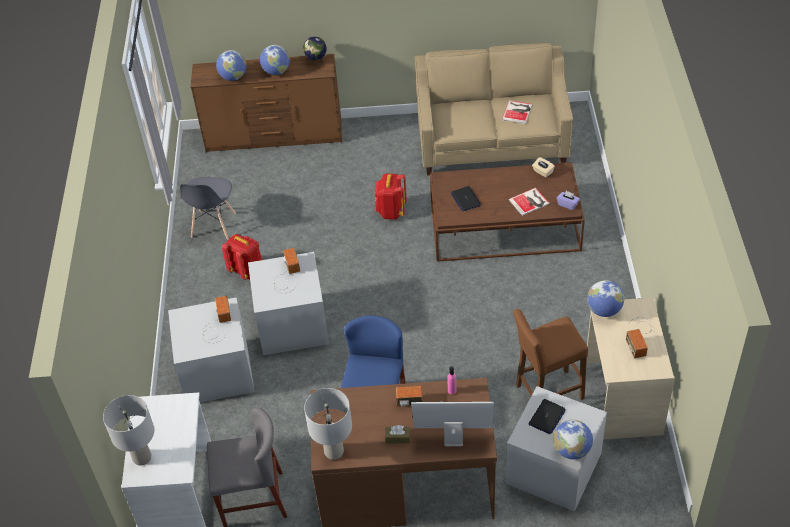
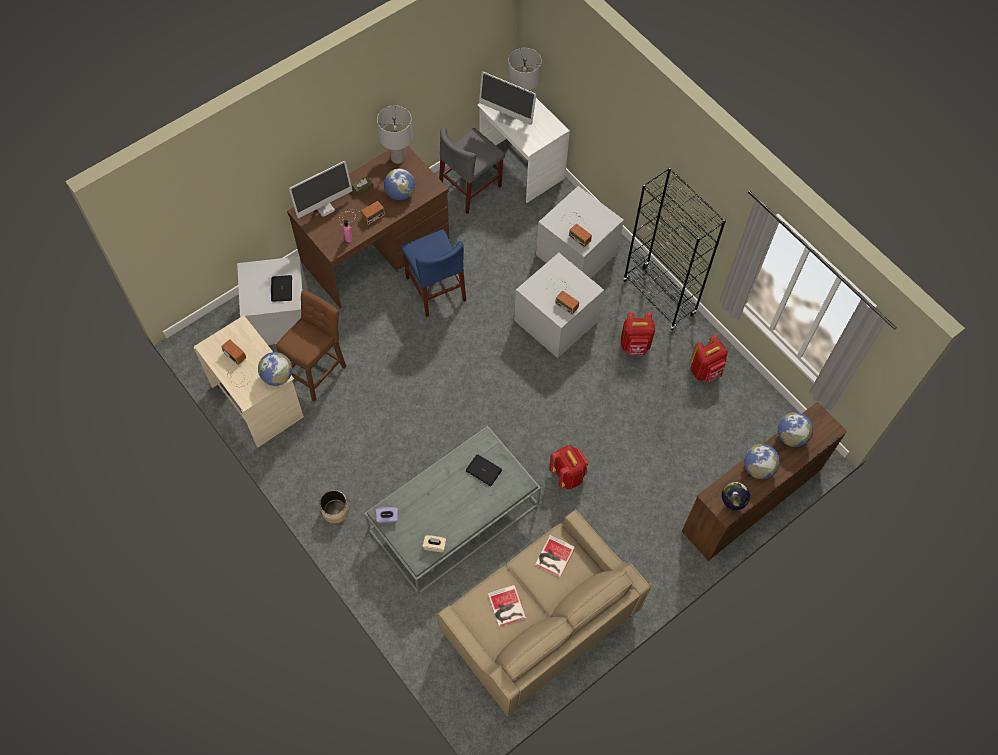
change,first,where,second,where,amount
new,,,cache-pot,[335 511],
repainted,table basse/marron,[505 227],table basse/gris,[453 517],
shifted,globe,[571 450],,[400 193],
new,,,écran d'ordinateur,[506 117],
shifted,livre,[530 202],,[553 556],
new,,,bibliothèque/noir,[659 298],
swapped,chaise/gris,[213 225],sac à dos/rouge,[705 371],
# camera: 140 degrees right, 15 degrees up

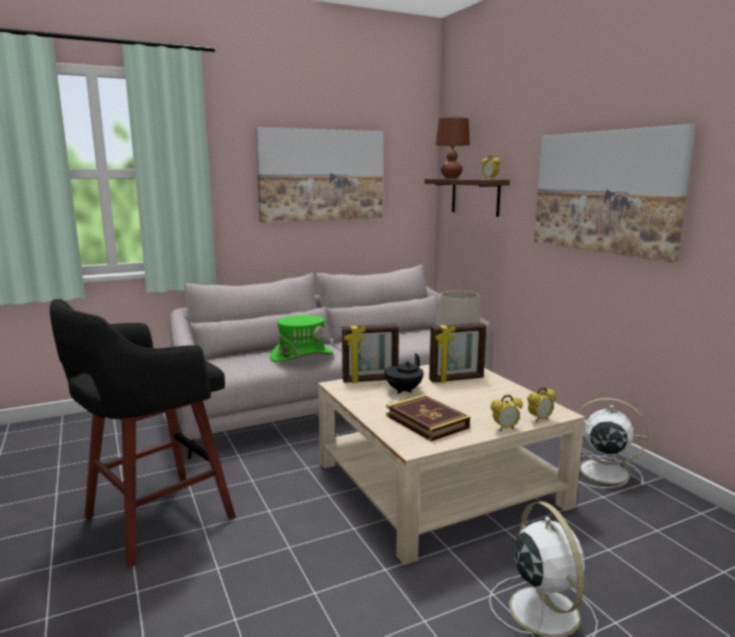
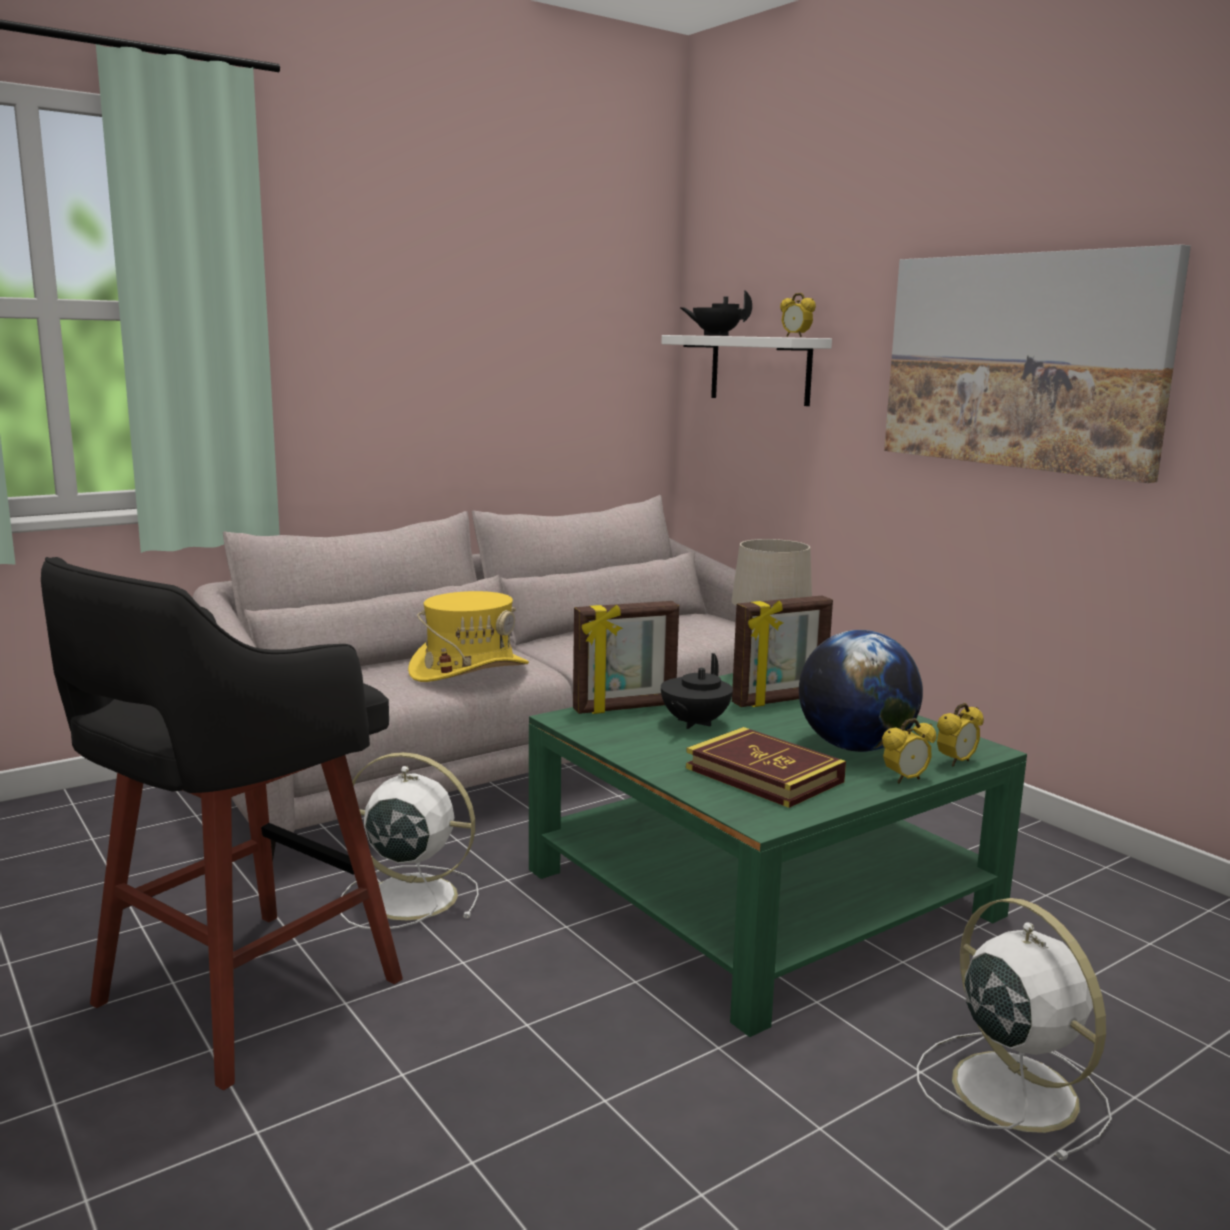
change,first,where,second,where,amount
shifted,ventilateur/blanc,[601 471],,[407 897],
repainted,chapeau/vert,[302 356],chapeau/jaune,[469 670],
repainted,table basse/beige,[438 483],table basse/vert,[760 892],
repainted,étagère/marron,[475 196],étagère/blanc,[760 369],
swapped,lampe de table/marron,[451 178],théière/noir,[715 335],
new,,,globe,[855 747],
gone,tableau,[321 175],,,
# camera: 10 degrees left, 0 degrees up

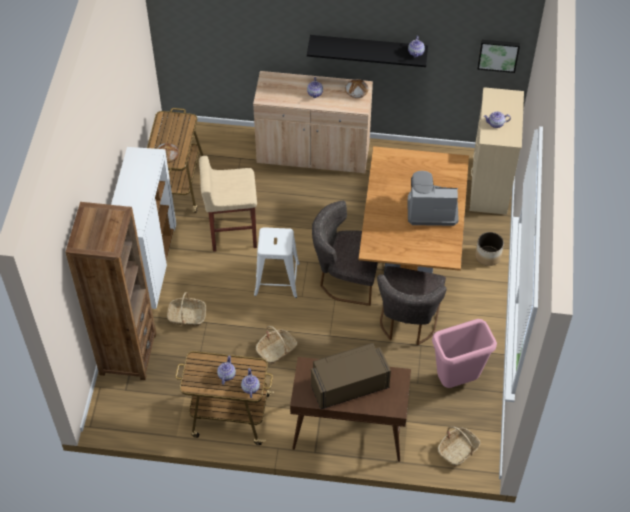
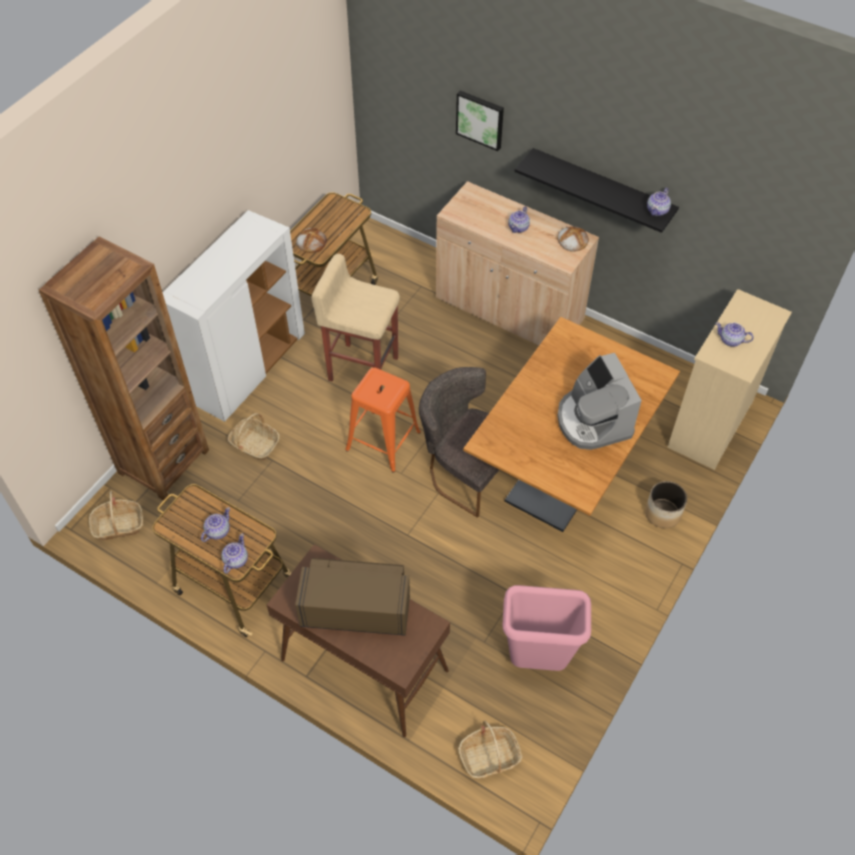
change,first,where,second,where,amount
shifted,panier,[276 350],,[119 525],
repainted,tabouret/blanc,[277 279],tabouret/orange,[383 440],
shifted,tableau,[498 54],,[480 119],
rotated,machine à café,[431 209],,[593 421],135 degrees counterclockwise
gone,chaise/gris,[408 322],,,
# camera: 25 degrees right, 0 degrees up

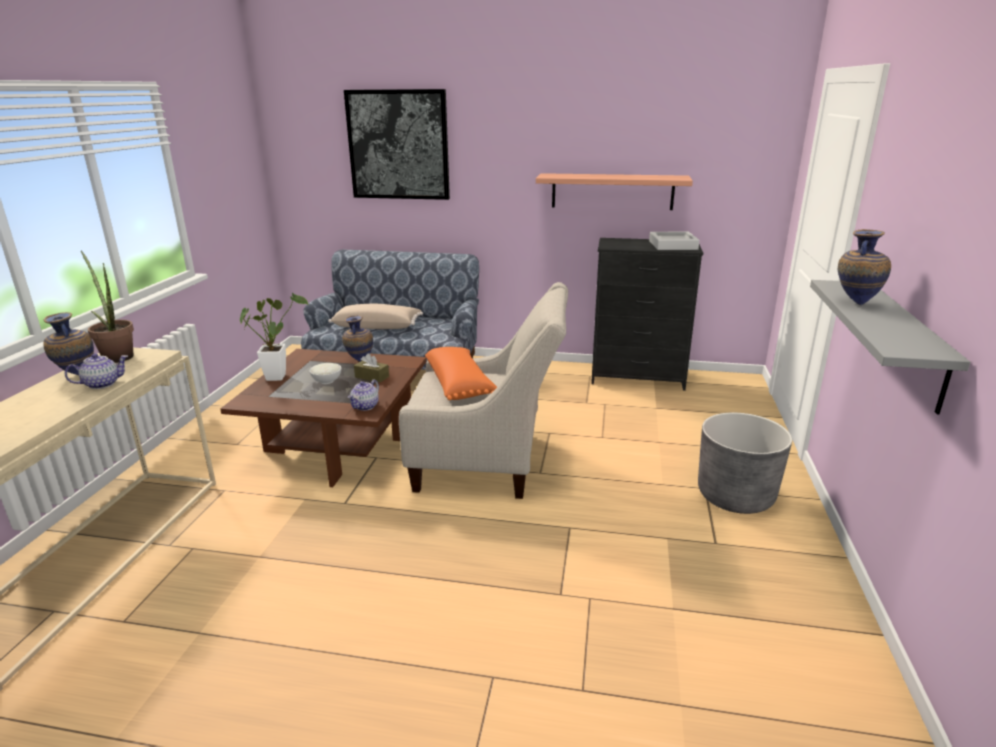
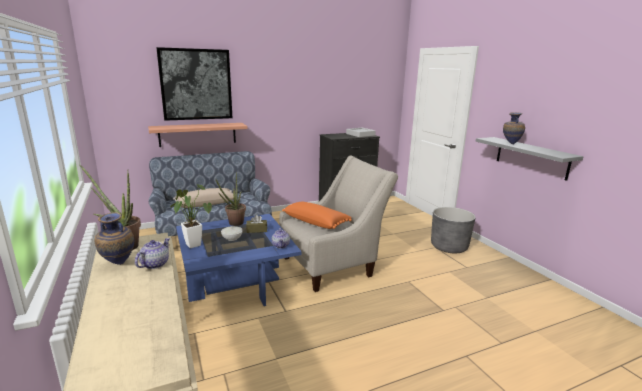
change,first,where,second,where,amount
shifted,étagère,[612 191],,[198 134],
repainted,table basse/marron,[340 446],table basse/bleu,[237 282],
swapped,vase,[359 361],plante en pot,[234 224],
# camera: 35 degrees left, 5 degrees down

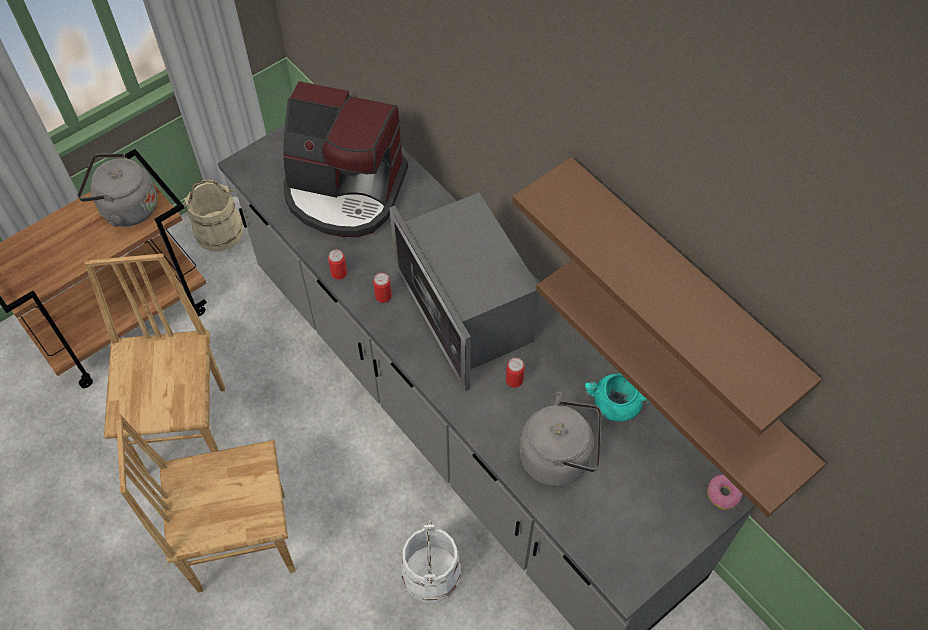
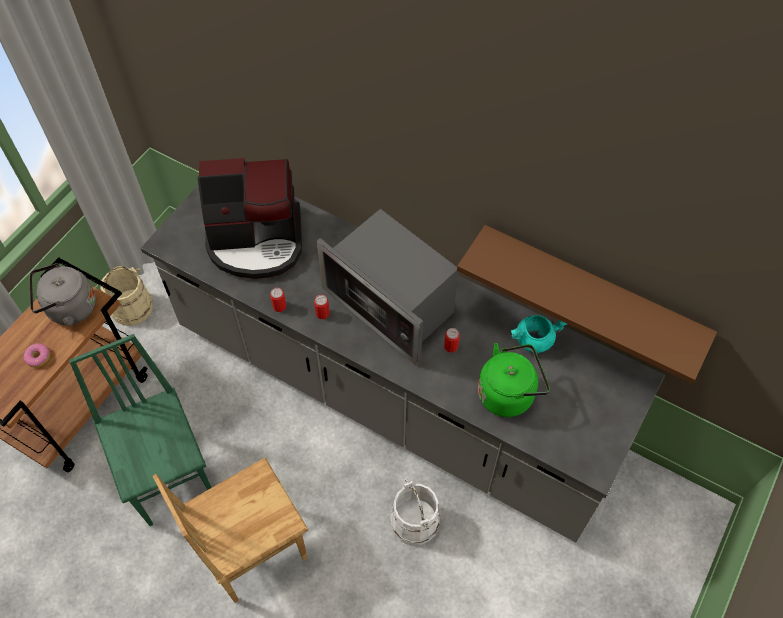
change,first,where,second,where,amount
shifted,beignet,[723 494],,[38 357],
repainted,chaise/marron,[187 429],chaise/vert,[171 476],
repainted,bouilloire/gris,[559 457],bouilloire/vert,[509 393],
gone,étagère/marron,[681 282],,,
# camera: 20 degrees left, 0 degrees up

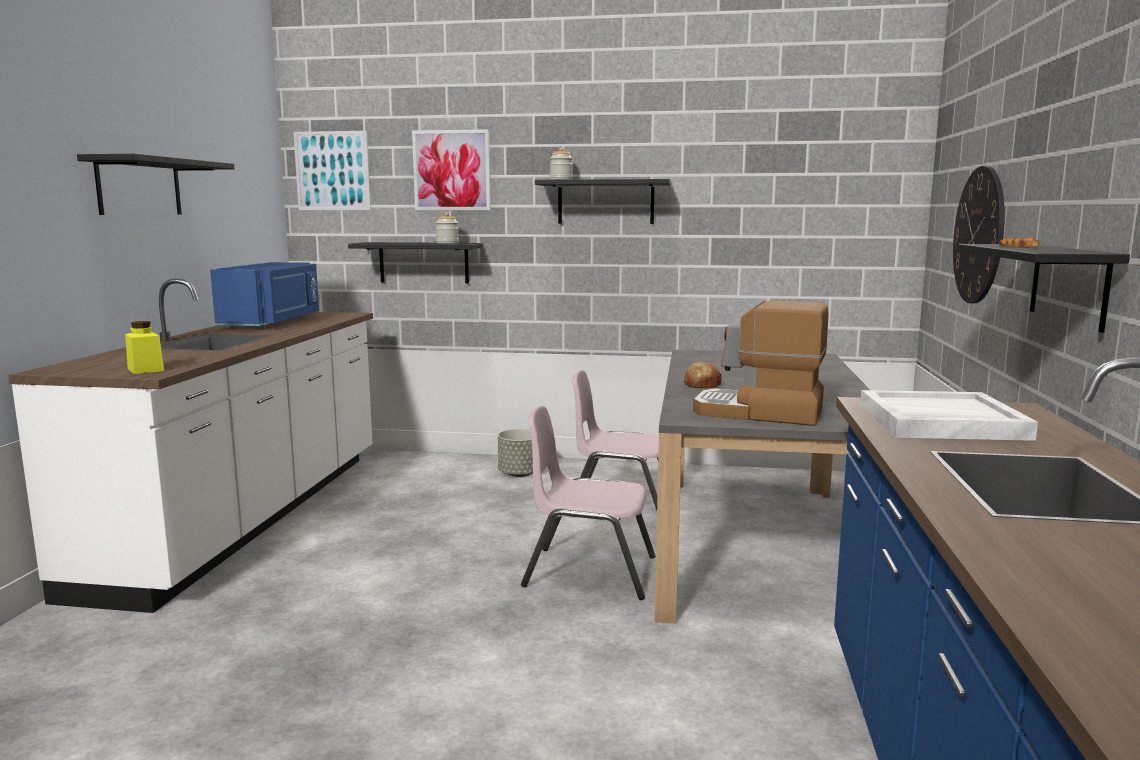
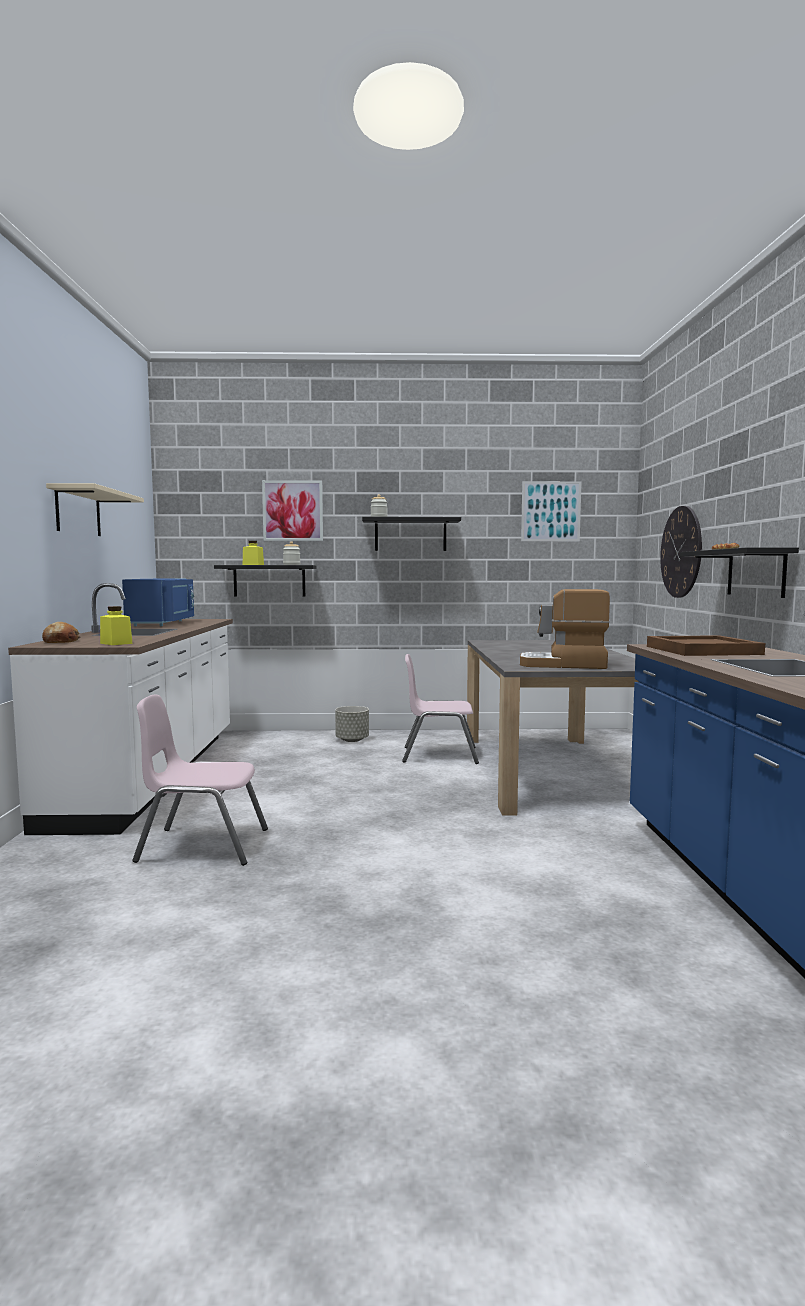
change,first,where,second,where,amount
shifted,pain,[701 385],,[61 641],
repainted,étagère/noir,[139 187],étagère/beige,[78 512],
shifted,chaise/rose,[589 572],,[203 845],
new,,,bocal/jaune,[253 564],
shifted,tableau,[332 171],,[551 511],
repainted,plateau/blanc,[939 422],plateau/marron,[702 650],
# camera: 10 degrees left, 5 degrees down

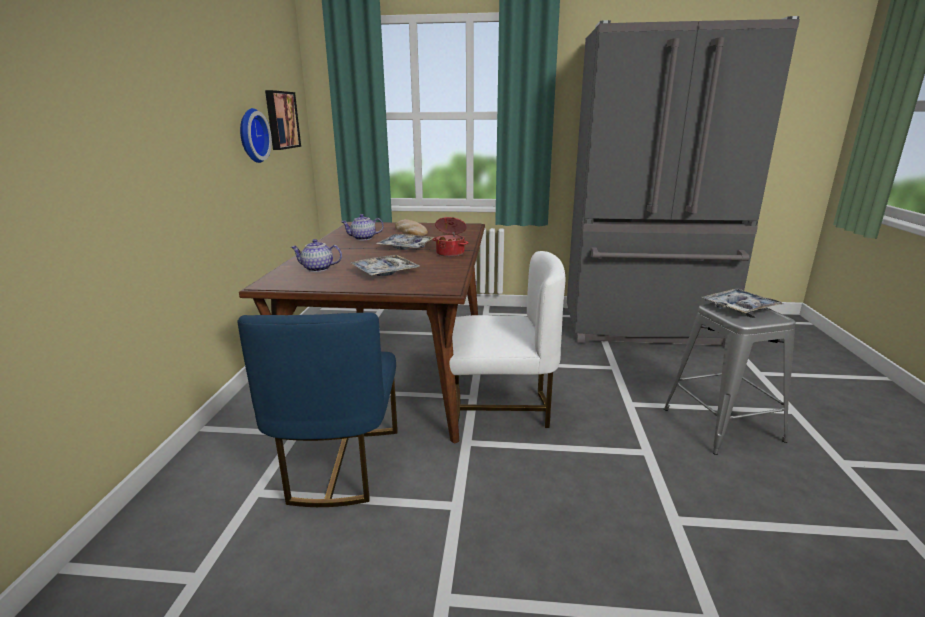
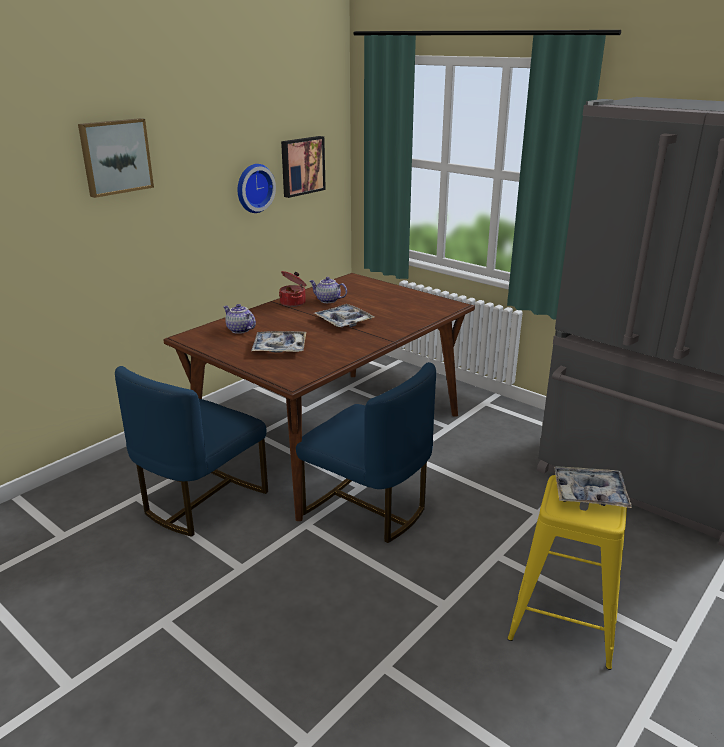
change,first,where,second,where,amount
new,,,tableau,[115 156],
shifted,marmite,[450 253],,[293 302],
repainted,chaise/blanc,[499 410],chaise/bleu,[367 508],
repainted,tabouret/gris,[721 424],tabouret/jaune,[564 619],
gone,pain,[410 231],,,
# camera: 35 degrees right, 5 degrees up

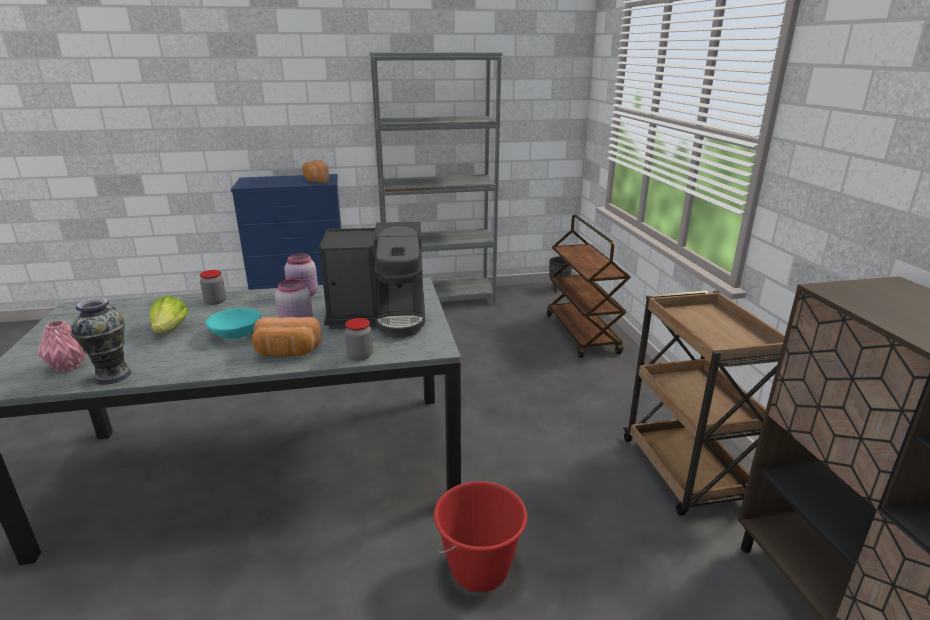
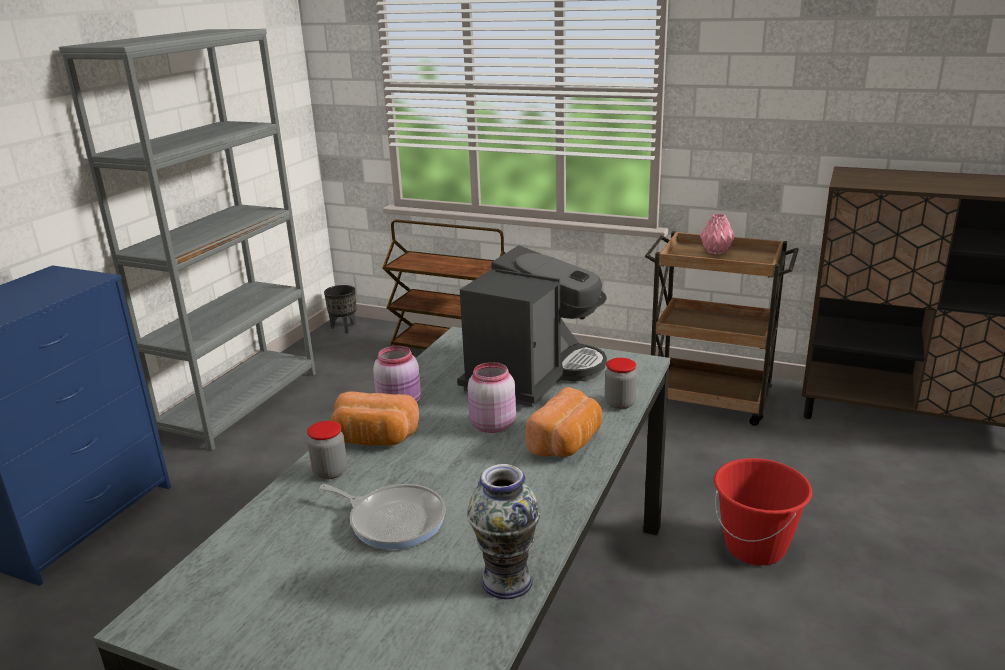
change,first,where,second,where,amount
swapped,laitue,[170 330],poêle,[393 520],
shifted,pain,[315 181],,[374 439],
shifted,vase/rose,[69 366],,[716 252],
gone,bol/turquoise,[236 334],,,
# camera: 55 degrees left, 0 degrees up

